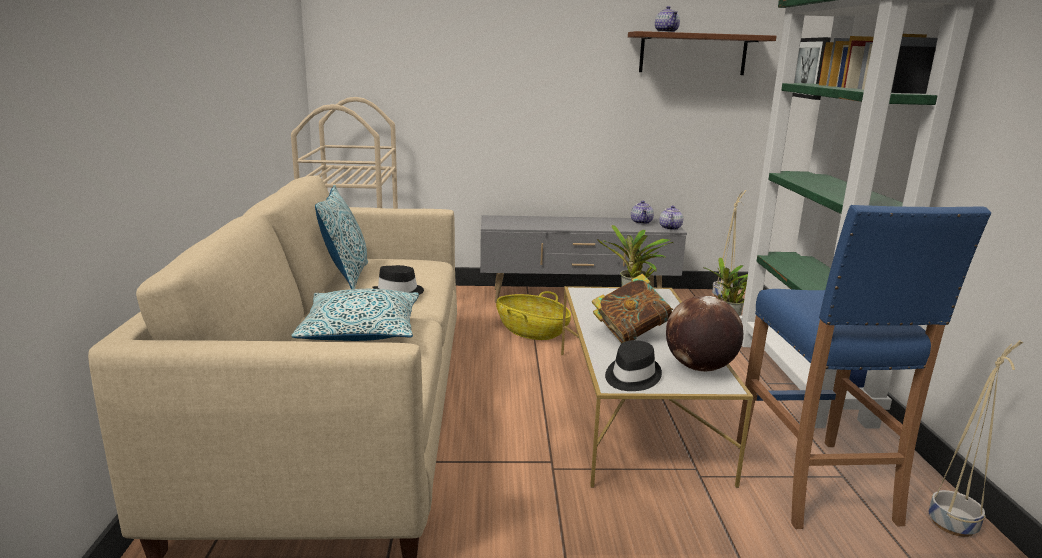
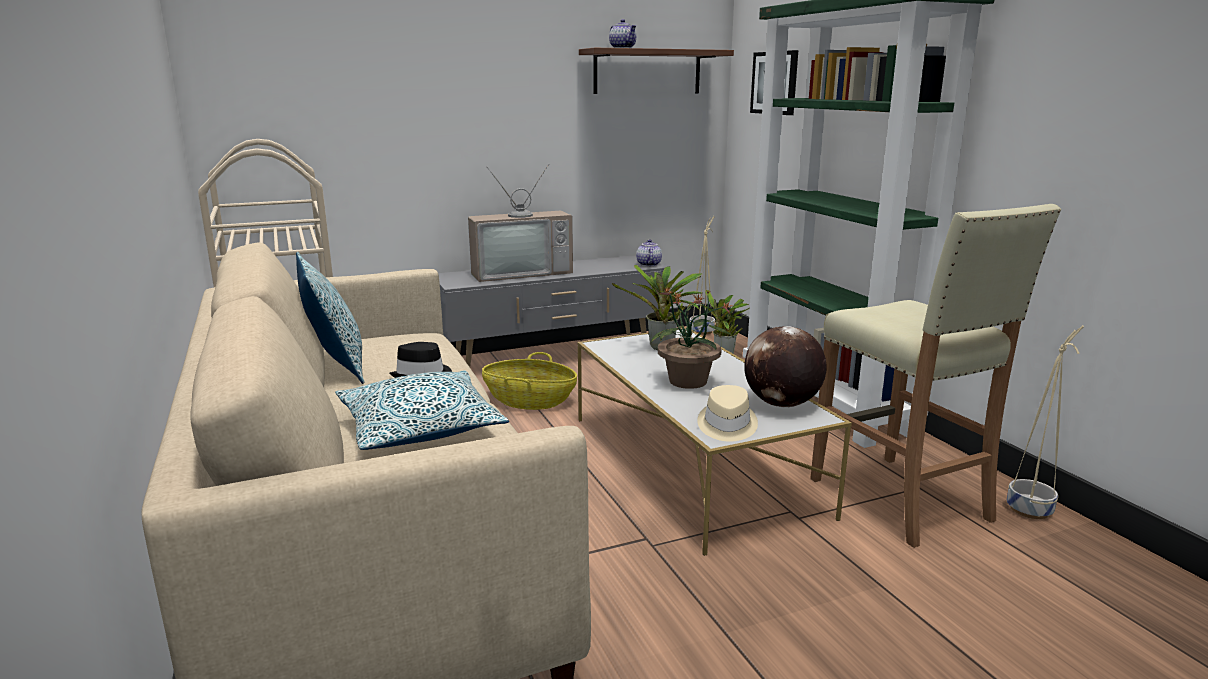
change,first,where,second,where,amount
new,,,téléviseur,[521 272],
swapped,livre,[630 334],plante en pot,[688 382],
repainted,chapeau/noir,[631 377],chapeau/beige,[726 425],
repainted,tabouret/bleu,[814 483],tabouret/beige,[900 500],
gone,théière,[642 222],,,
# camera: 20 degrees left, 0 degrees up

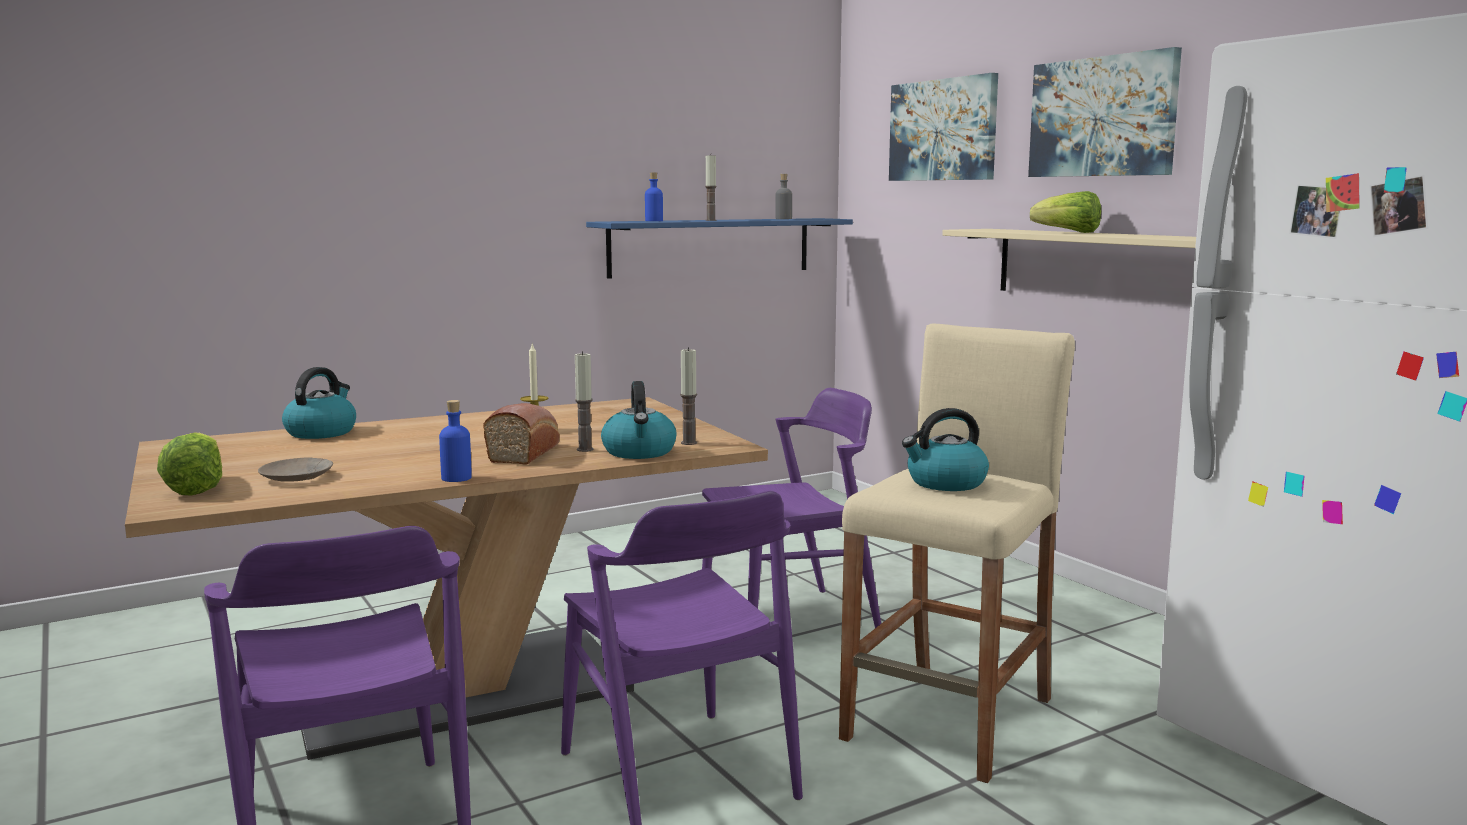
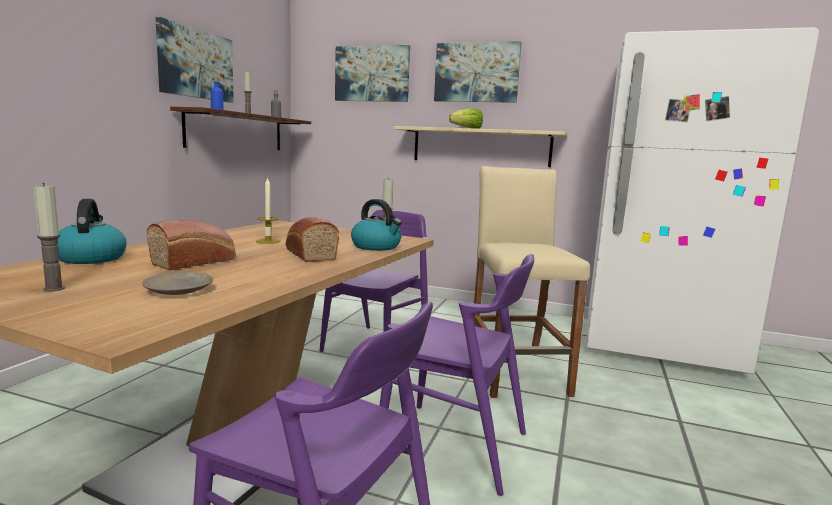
change,first,where,second,where,amount
shifted,bougie,[585 449],,[54 289],
new,,,pain,[196 262],
new,,,tableau,[196 64],
repainted,étagère/bleu,[711 247],étagère/marron,[236 132],
gone,laitue,[197 488],,,
gone,bouteille/bleu,[456 478],,,
gone,bouilloire,[945 483],,,
# camera: 40 degrees left, 0 degrees up

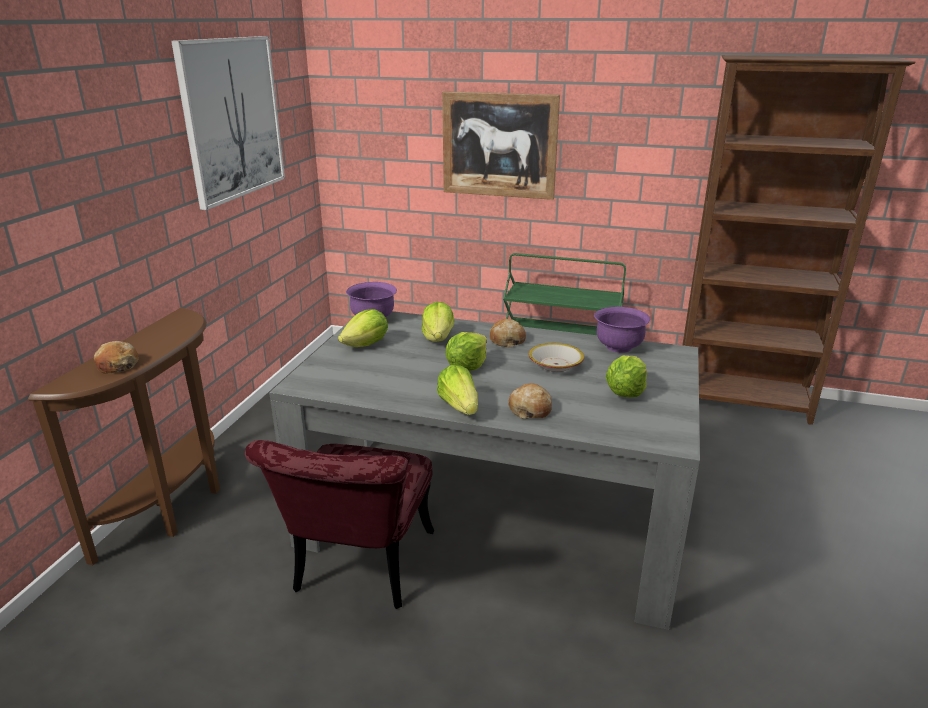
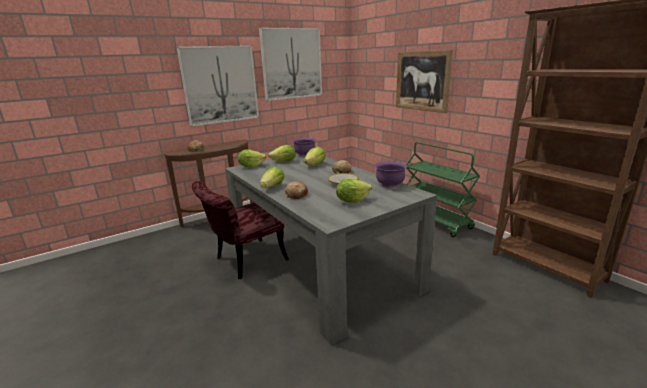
change,first,where,second,where,amount
new,,,tableau,[220 85],
shifted,laitue,[467 366],,[251 166],
# camera: 40 degrees right, 5 degrees down

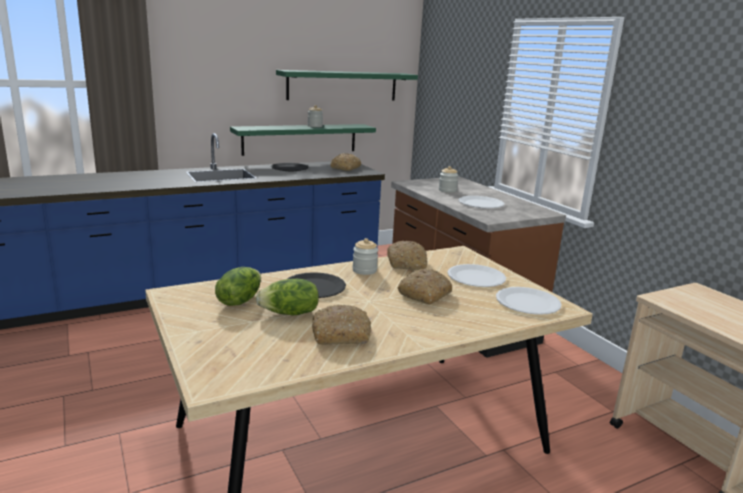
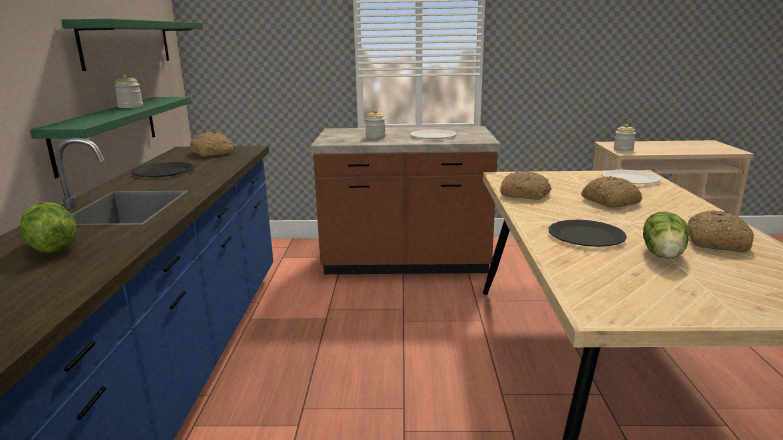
change,first,where,second,where,amount
shifted,laitue,[239 300],,[52 248],
shifted,bocal,[364 270],,[623 149],
gone,assiette/blanc,[476 277],,,
# camera: 60 degrees left, 0 degrees up

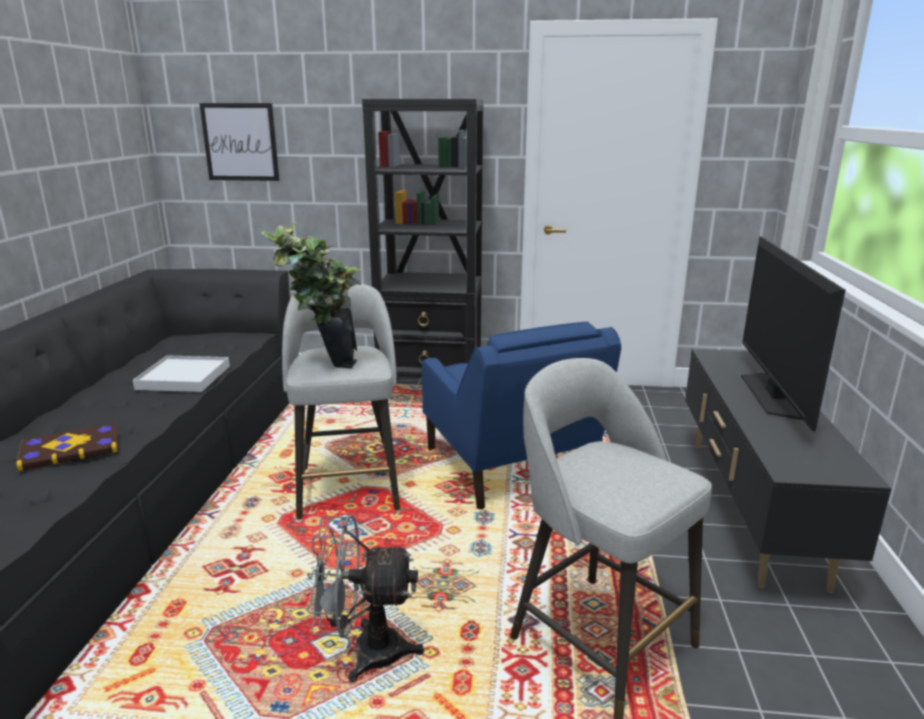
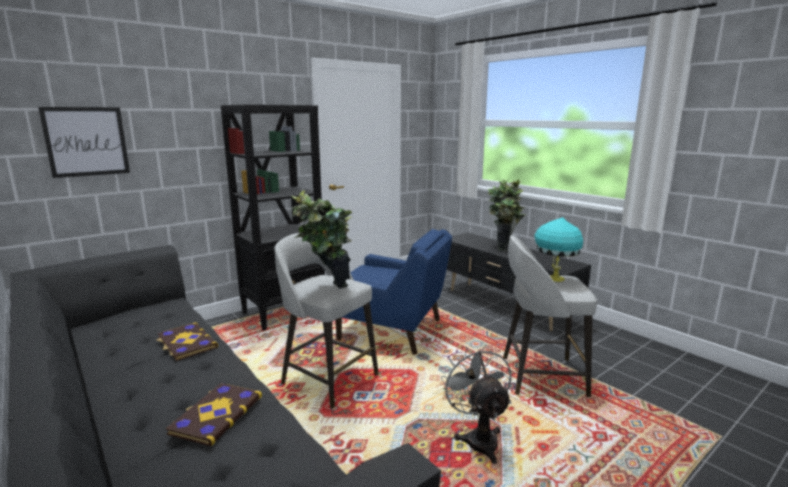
change,first,where,second,where,amount
swapped,plateau/blanc,[183 377],livre,[186 343],
rotated,ventilateur/gris,[364 652],,[478 438],120 degrees clockwise
swapped,téléviseur,[774 395],plante en pot,[504 247],
new,,,lampe de table/turquoise,[554 278],
# camera: 45 degrees left, 5 degrees down

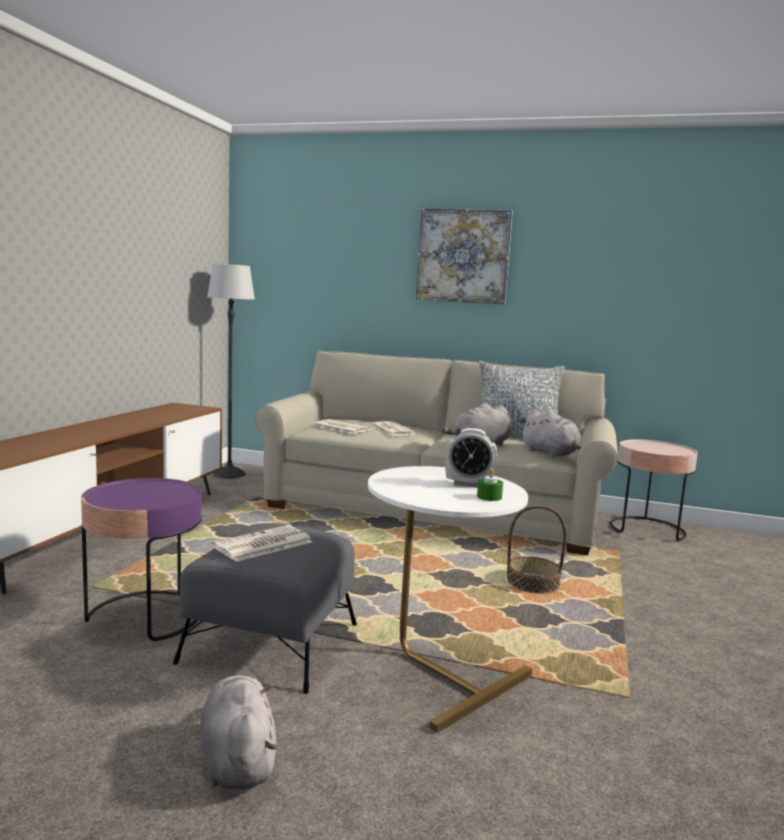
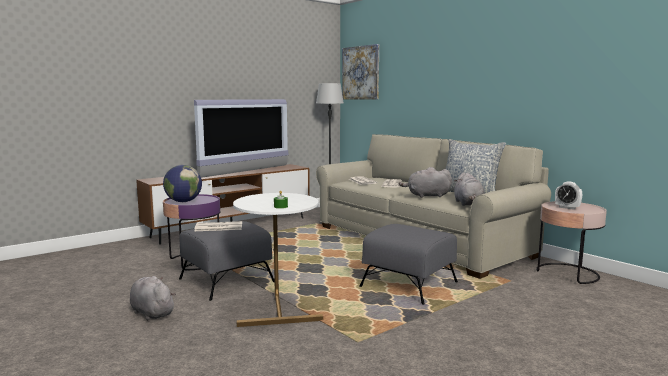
change,first,where,second,where,amount
rotated,peluche/gris,[237 759],,[151 312],60 degrees counterclockwise
new,,,globe,[183 201],
new,,,téléviseur,[246 171],
shifted,tableau,[463 256],,[361 73],
swapped,panier,[533 583],pouf/gris,[409 285],
shifted,réveil,[469 484],,[567 207],
# camera: 35 degrees right, 0 degrees up

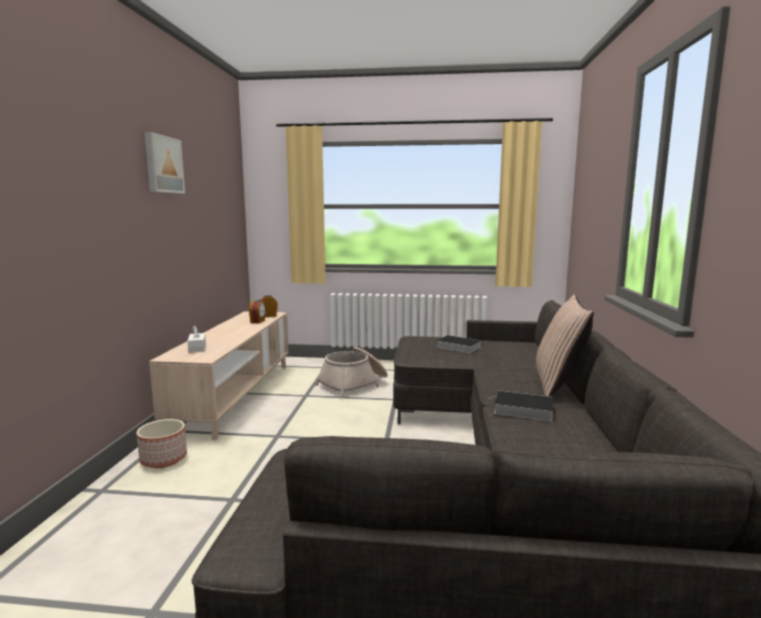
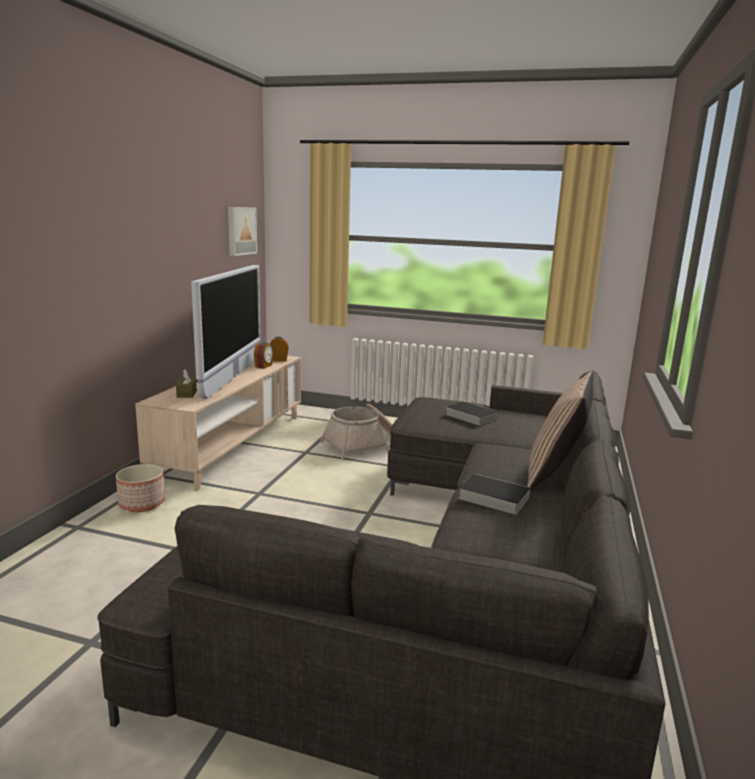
change,first,where,second,where,amount
repainted,boîte à mouchoirs/blanc,[197 348],boîte à mouchoirs/marron,[187 393],
new,,,téléviseur,[233 376],
shifted,tableau,[162 164],,[240 230],
# camera: 10 degrees right, 5 degrees up

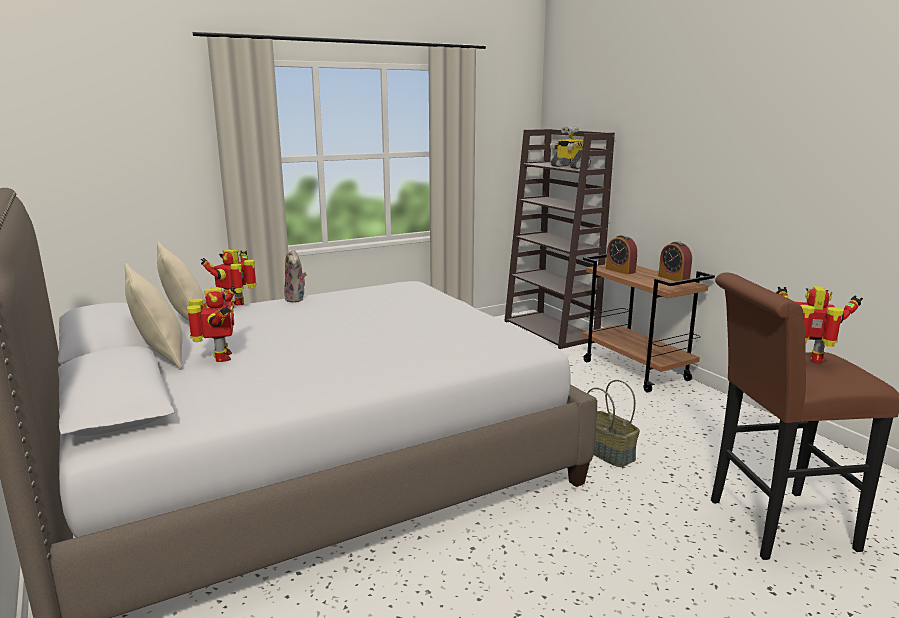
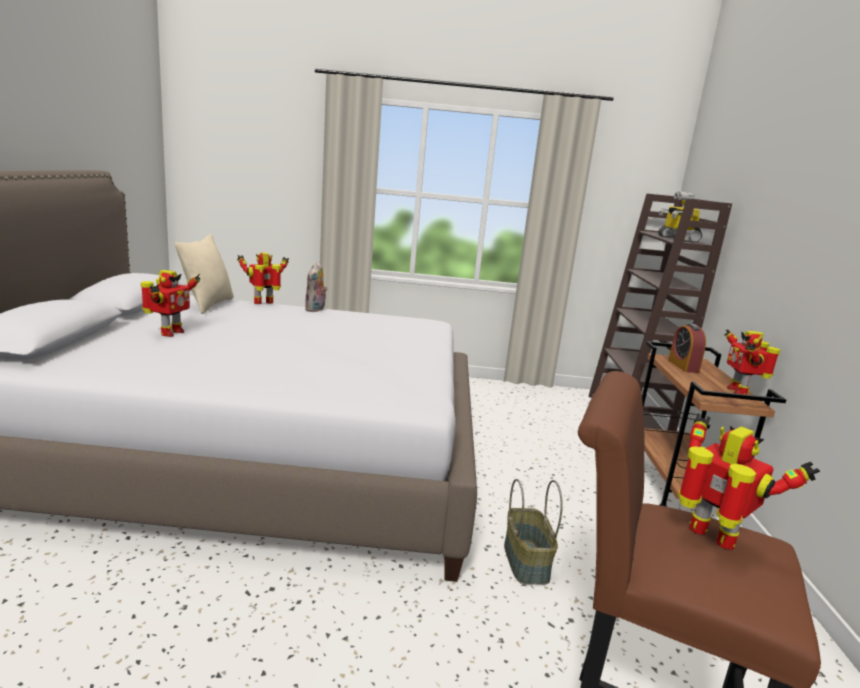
change,first,where,second,where,amount
swapped,réveil,[673 278],robot jouet,[739 391],
gone,coussin/beige,[160 356],,,
# camera: 30 degrees right, 0 degrees up

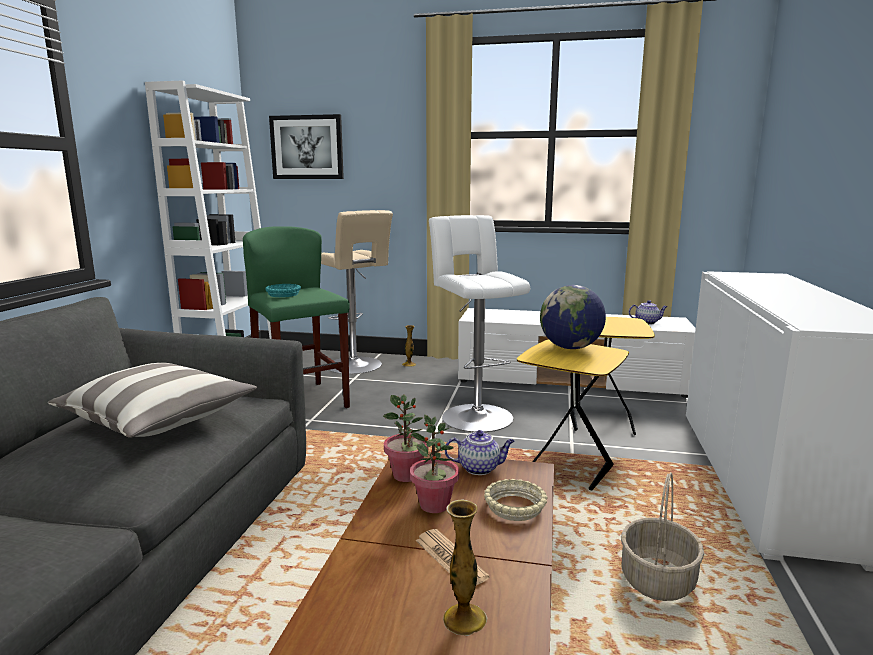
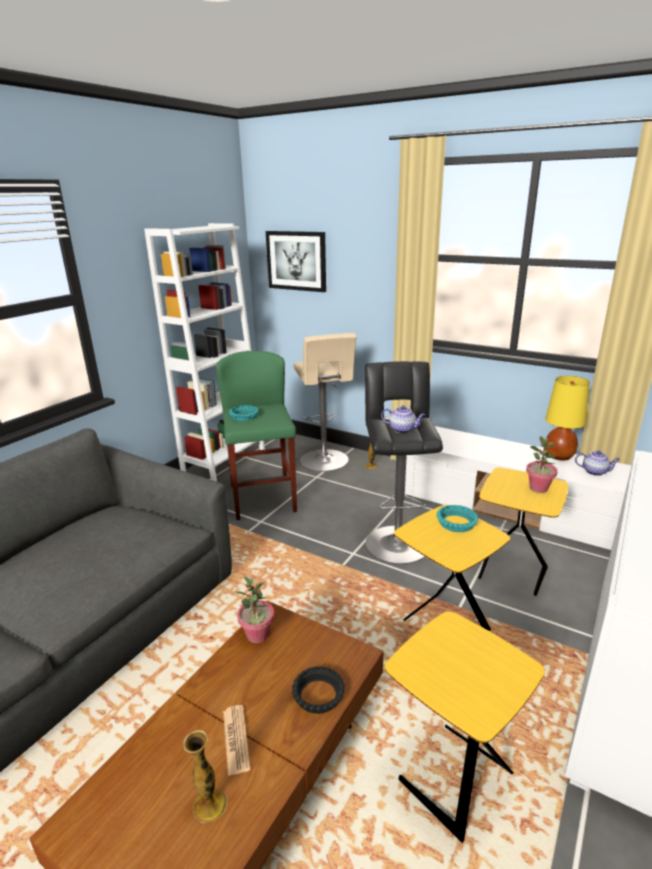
change,first,where,second,where,amount
repainted,bol/beige,[515 506],bol/noir,[318 694],
repainted,tabouret/blanc,[474 415],tabouret/noir,[396 541],
shifted,théière,[479 468],,[403 430],
swapped,panier,[658 580],table d'appoint/jaune,[451 776],
swapped,globe,[570 348],bol/turquoise,[456 523],
shifted,plante en pot,[434 505],,[538 488],
new,,,lampe de table/jaune,[558 456],
gone,coussin,[158 419],,,
# camera: 20 degrees right, 10 degrees up

